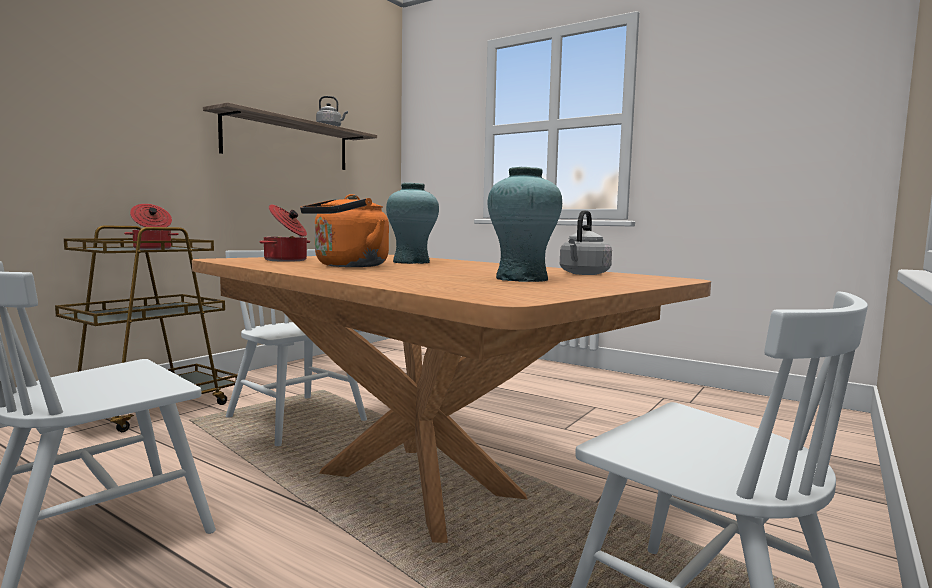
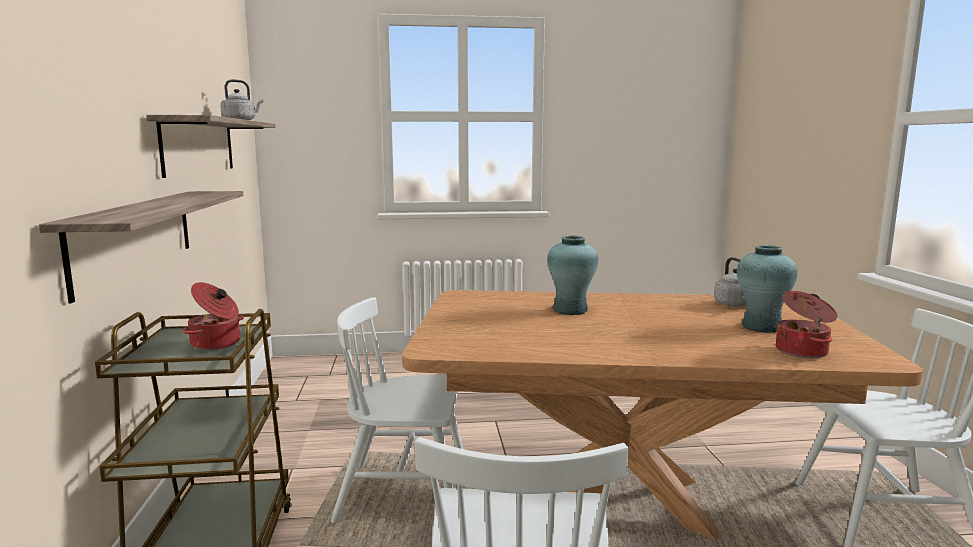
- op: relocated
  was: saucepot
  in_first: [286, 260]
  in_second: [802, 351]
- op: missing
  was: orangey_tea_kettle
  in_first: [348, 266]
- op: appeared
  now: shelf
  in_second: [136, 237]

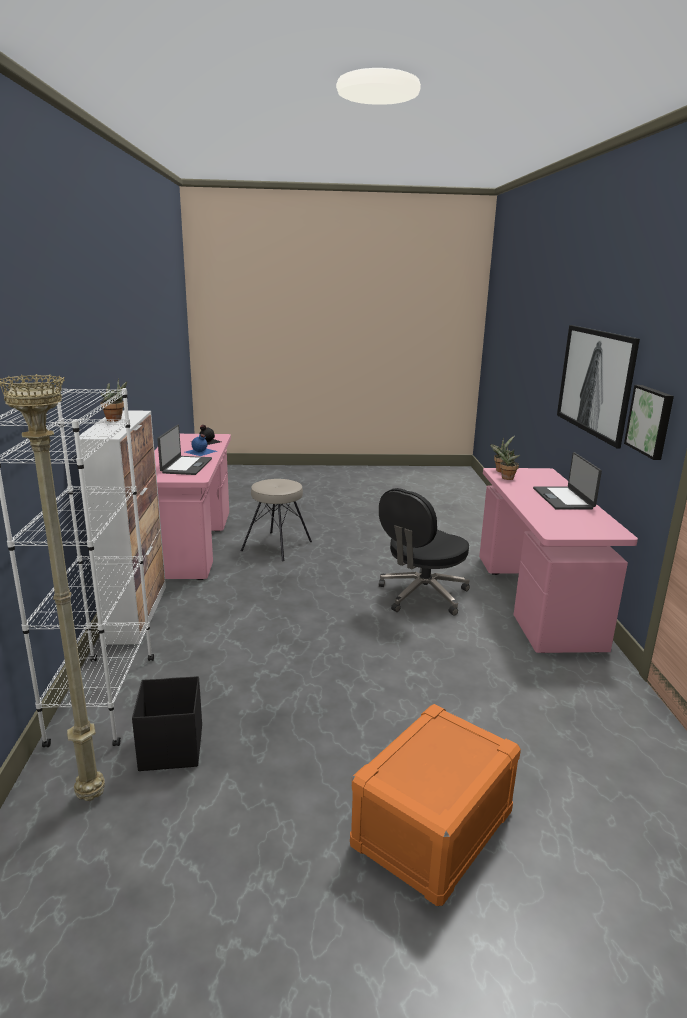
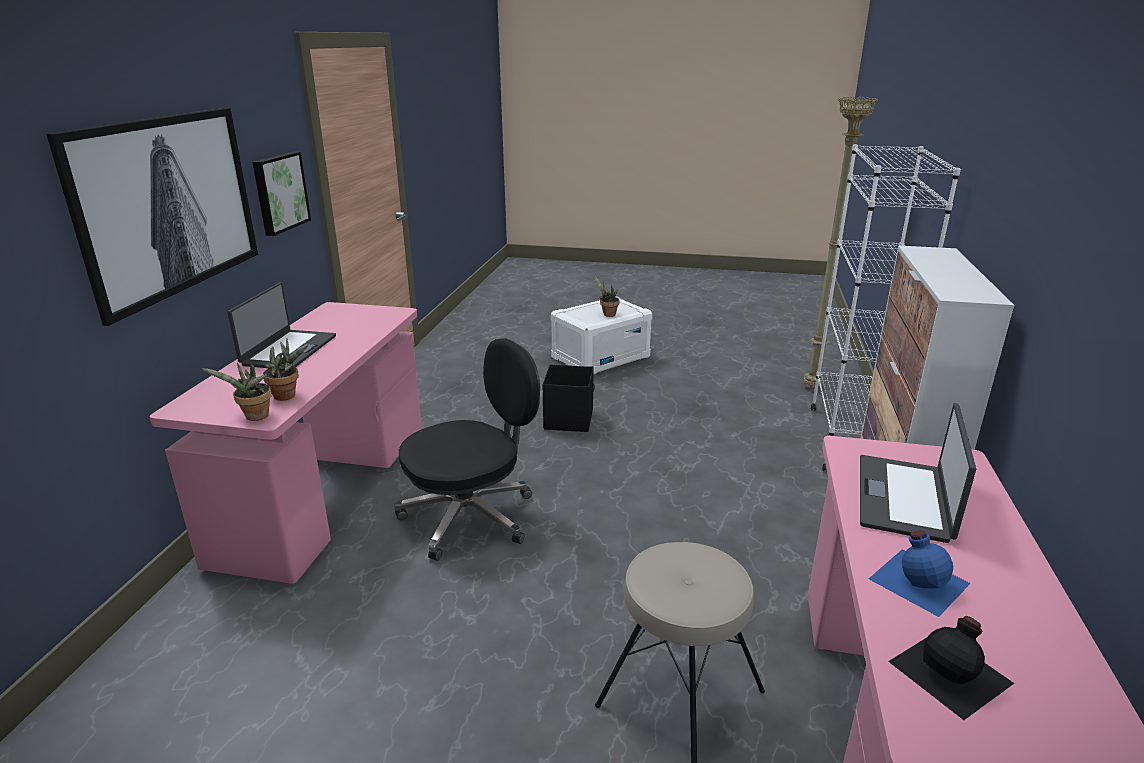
- op: relocated
  was: houseplant
  in_first: [116, 420]
  in_second: [607, 314]
- op: relocated
  was: black-coloured_storage_container
  in_first: [171, 749]
  in_second: [569, 419]
- op: colour
  was: orangey_storage_container
  now: whitish_storage_container
  in_first: [433, 830]
  in_second: [600, 357]

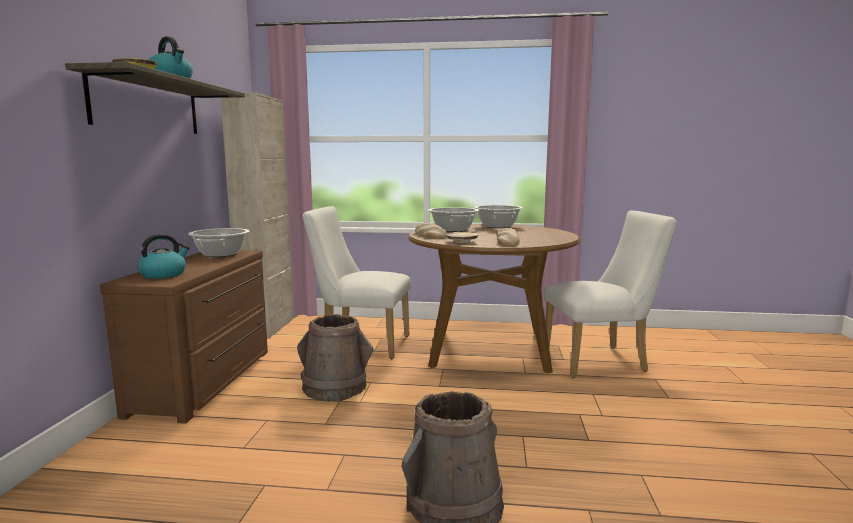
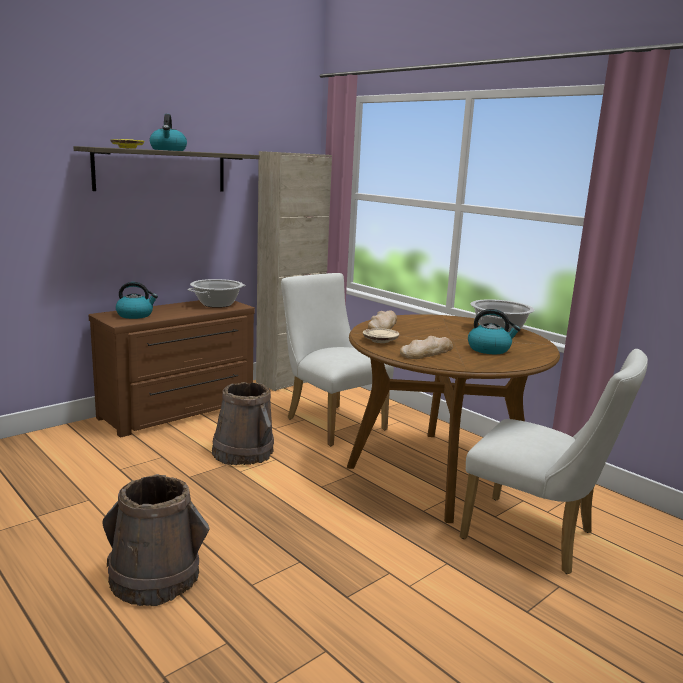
- op: missing
  was: saucepot
  in_first: [453, 230]
- op: appeared
  now: tea_kettle
  in_second: [489, 349]

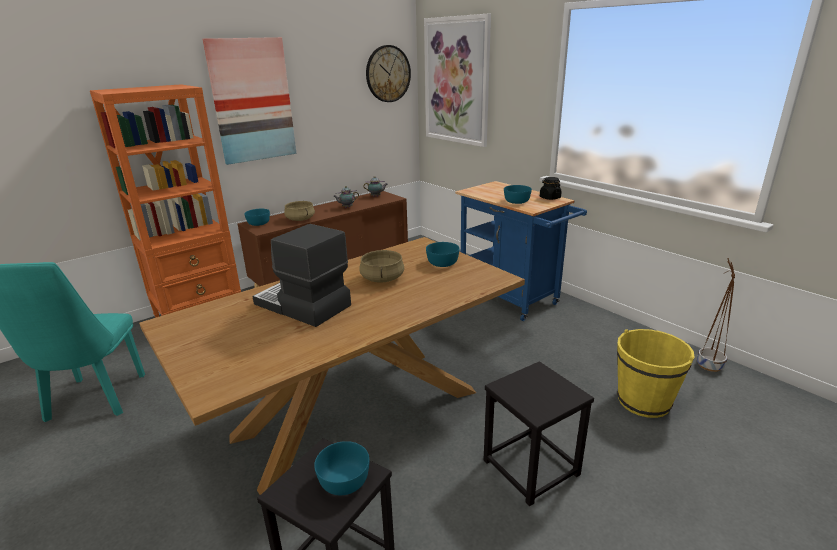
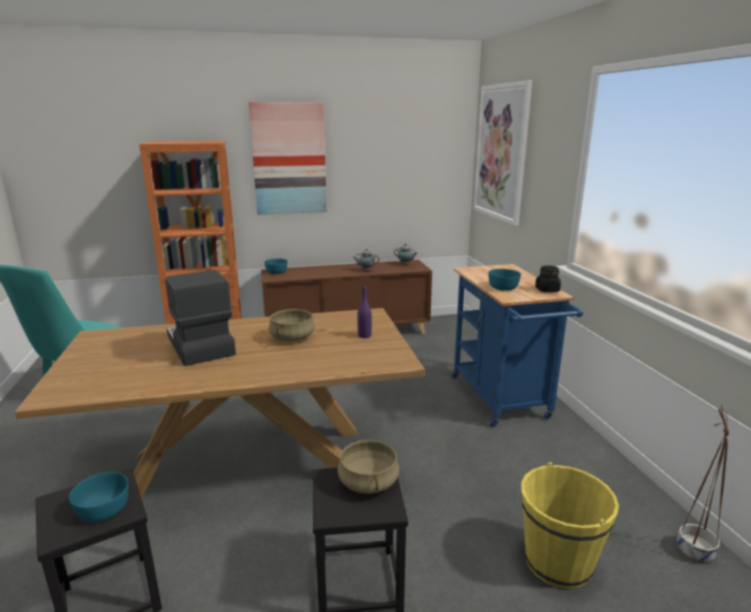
- op: relocated
  was: beige_saucepot
  in_first: [300, 219]
  in_second: [367, 482]
- op: missing
  was: hanging_clock
  in_first: [388, 74]
- op: exchanged
  was: turquoise-coloured_bowl
  now: purple-coloured_bottle
  in_first: [442, 263]
  in_second: [364, 336]

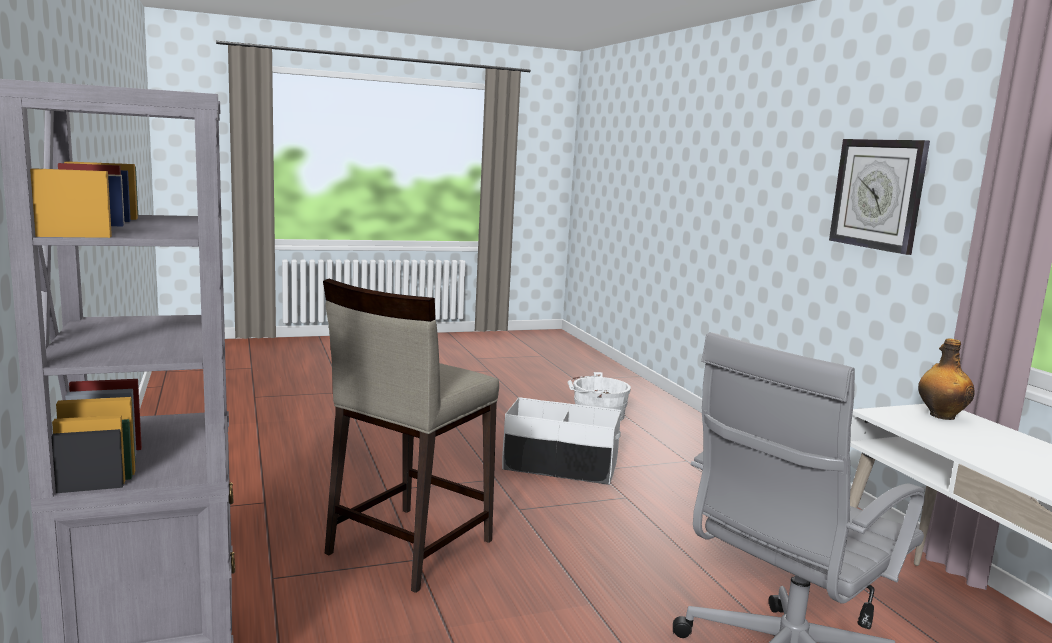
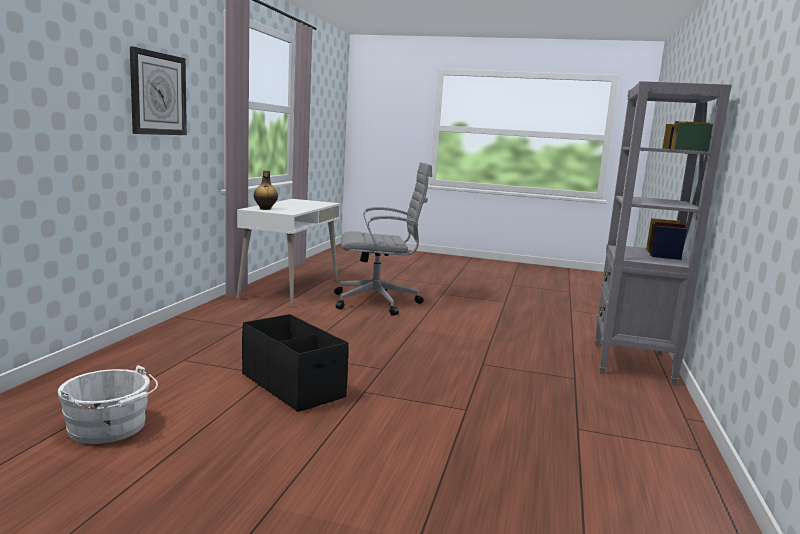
- op: missing
  was: beige_sitting_stool
  in_first: [408, 547]
- op: colour
  was: whitish_storage_container
  now: black-coloured_storage_container
  in_first: [560, 467]
  in_second: [293, 385]

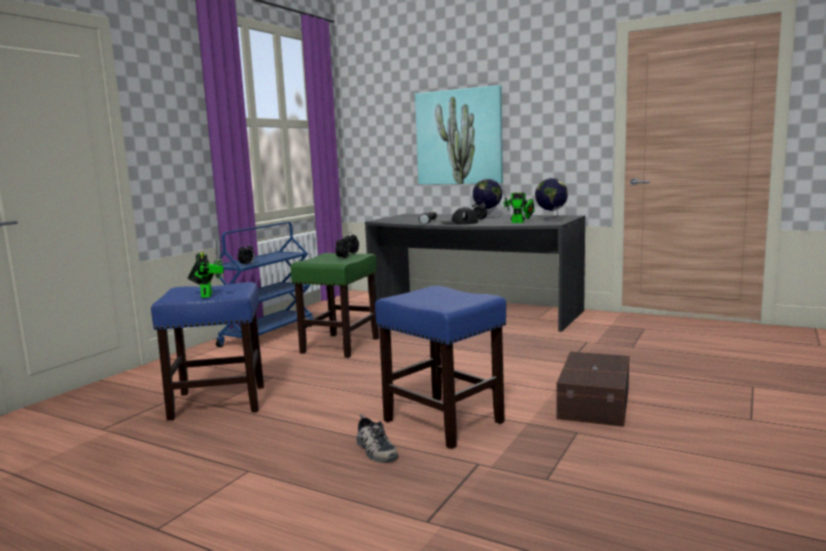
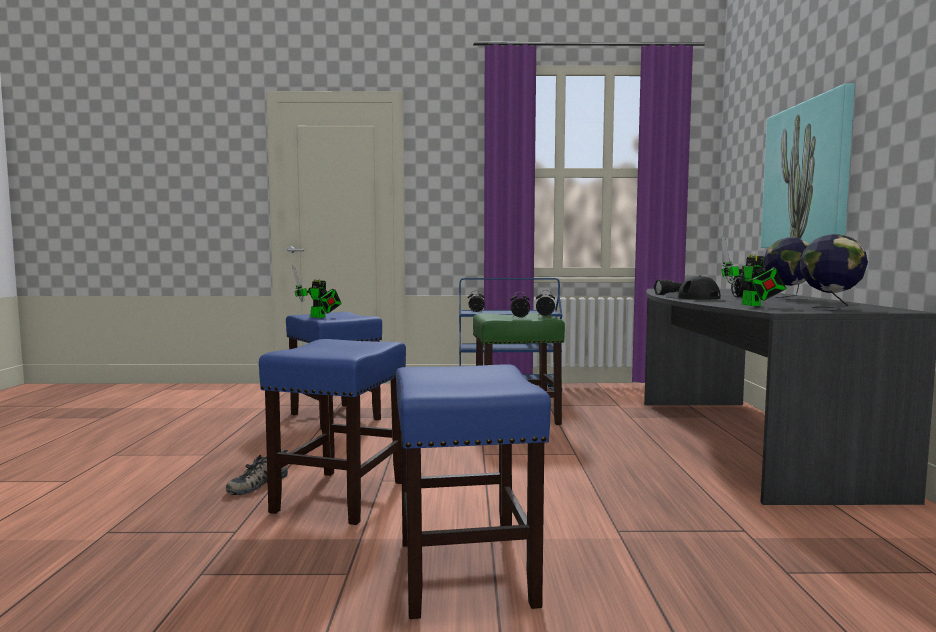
- op: spun
  was: toy_robot
  in_first: [207, 295]
  in_second: [319, 317]
  clockwise: 75
- op: exchanged
  was: brown_storage_container
  now: blue-coloured_sitting_stool
  in_first: [596, 403]
  in_second: [466, 573]

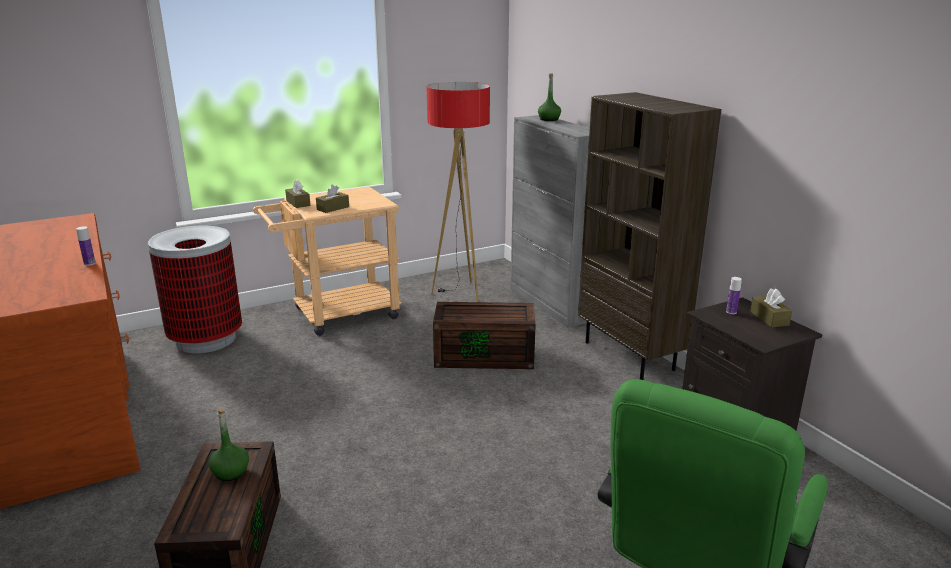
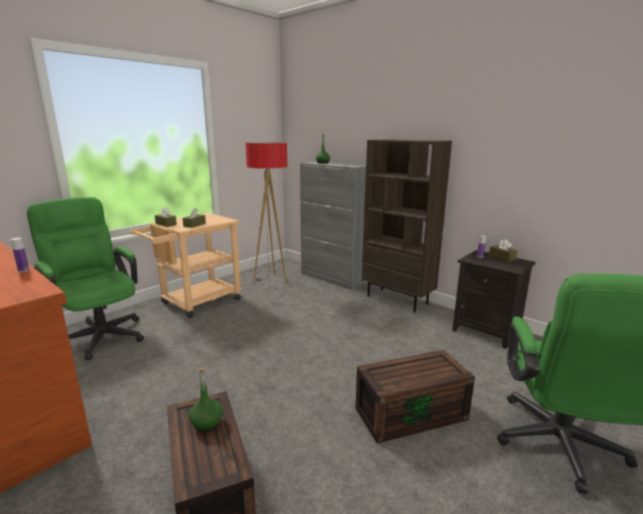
- op: exchanged
  was: waste_bin
  now: green_computer_chair
  in_first: [206, 339]
  in_second: [100, 333]
- op: relocated
  was: brown_storage_container
  in_first: [485, 355]
  in_second: [411, 412]

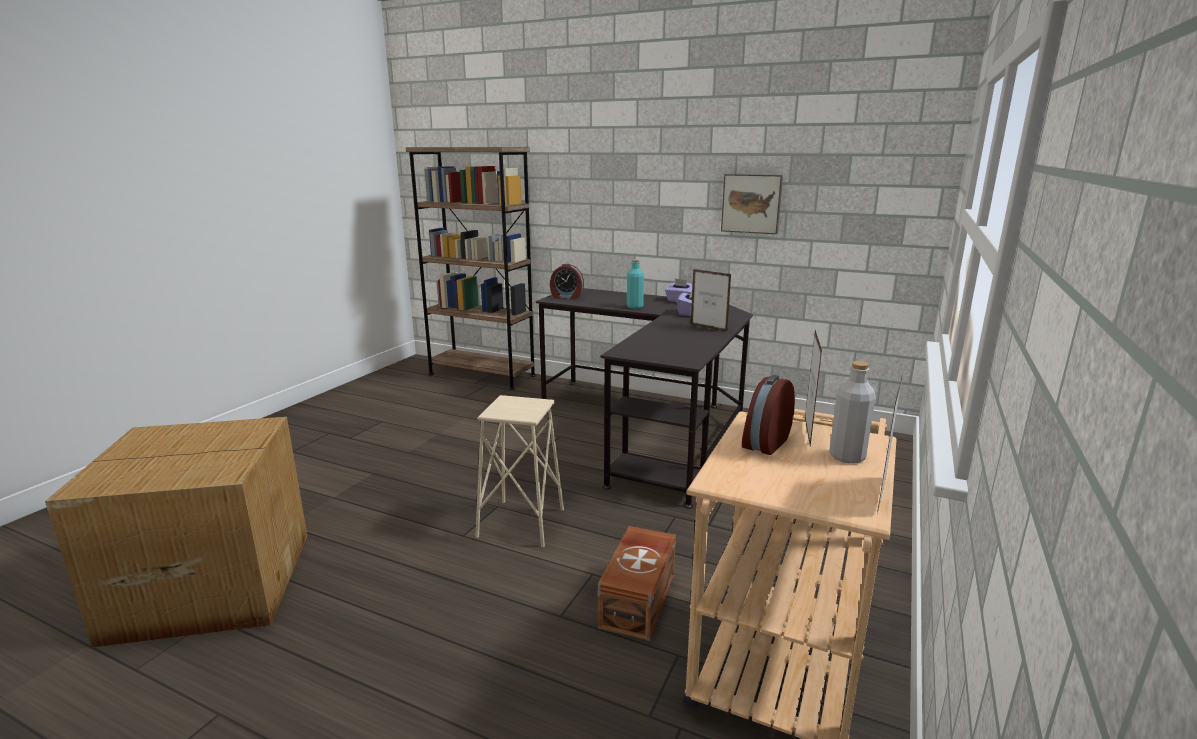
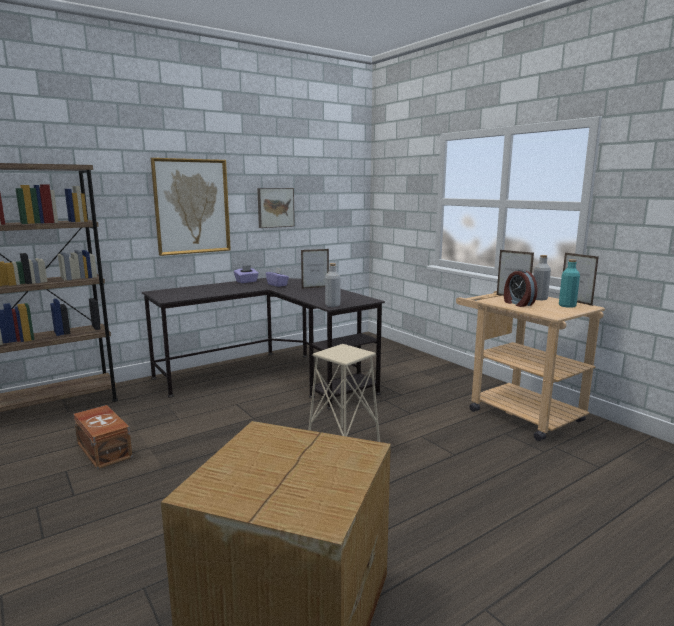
- op: missing
  was: bedside_clock
  in_first: [566, 297]
- op: relocated
  was: brown_storage_container
  in_first: [639, 600]
  in_second: [104, 449]
- op: relocated
  was: turquoise-coloured_bottle
  in_first: [634, 307]
  in_second: [567, 306]
- op: appeared
  now: picture
  in_second: [192, 206]
- op: appeared
  now: greyish_bottle
  in_second: [332, 305]

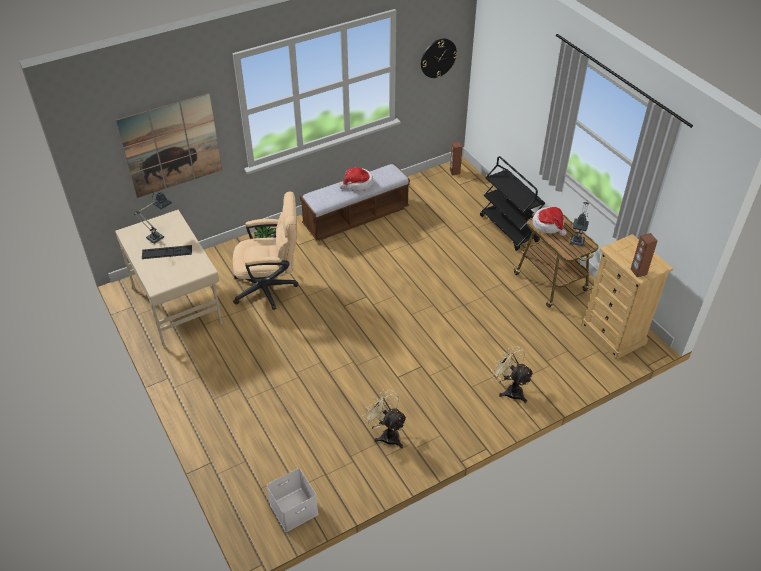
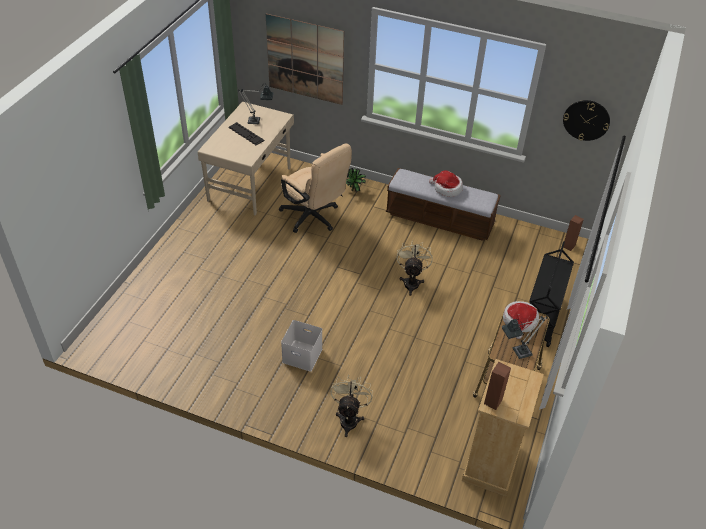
- op: relocated
  was: whitish_storage_container
  in_first: [293, 510]
  in_second: [301, 356]
- op: relocated
  was: beige_fan
  in_first: [386, 434]
  in_second: [411, 282]

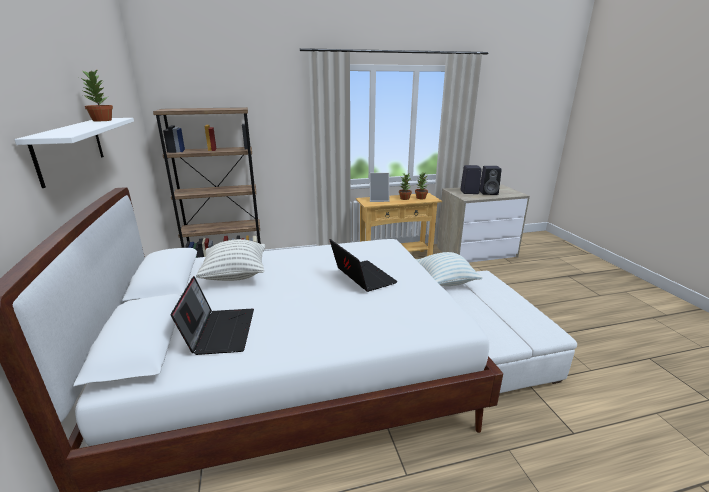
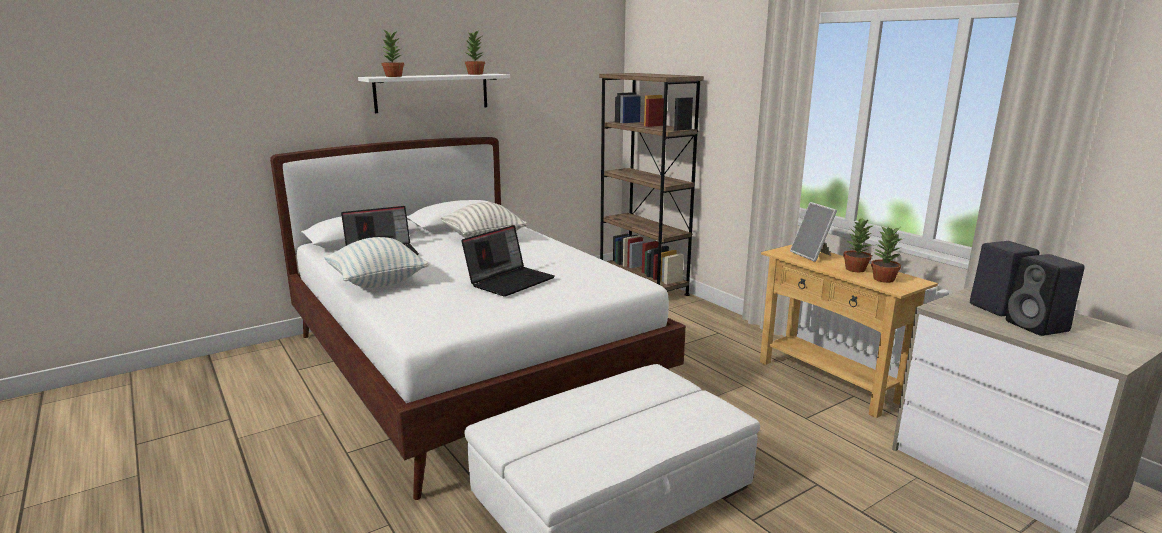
- op: relocated
  was: pillow
  in_first: [445, 281]
  in_second: [377, 282]
- op: appeared
  now: houseplant
  in_second: [393, 76]

